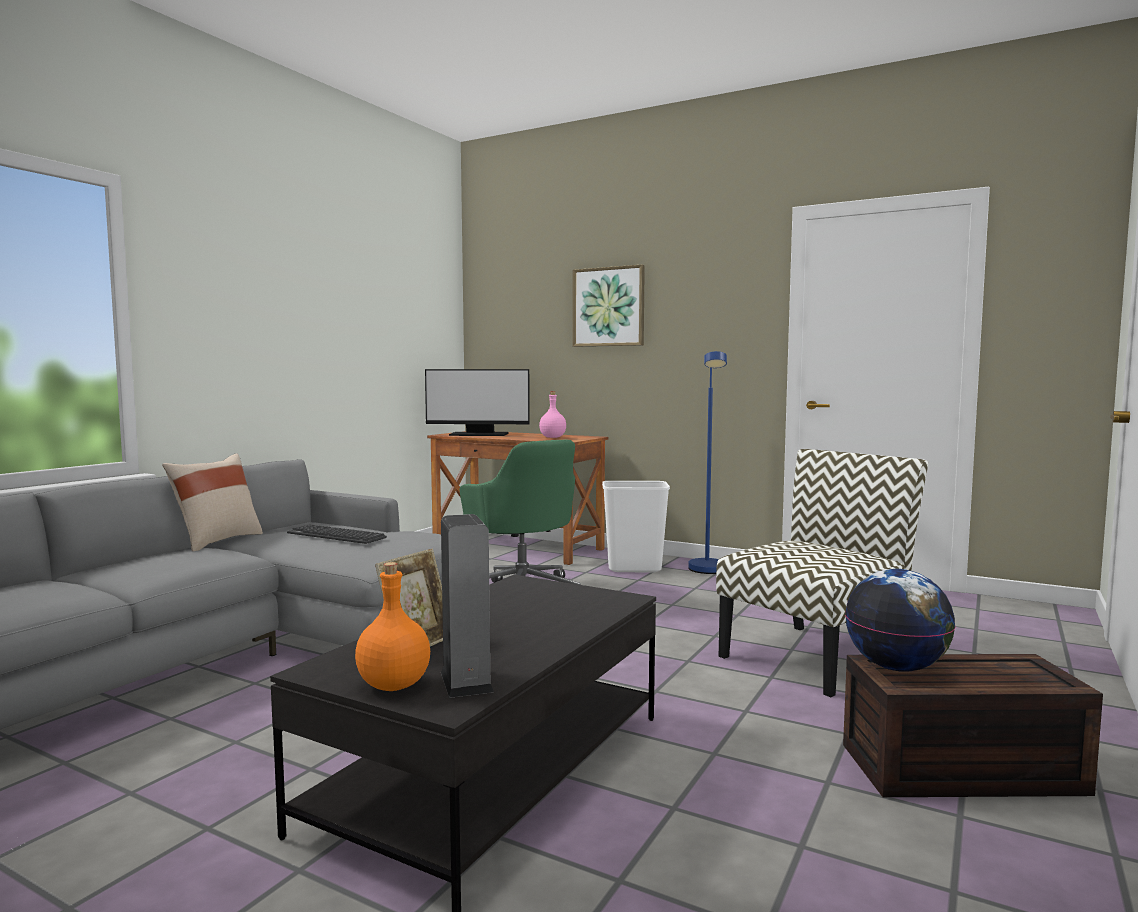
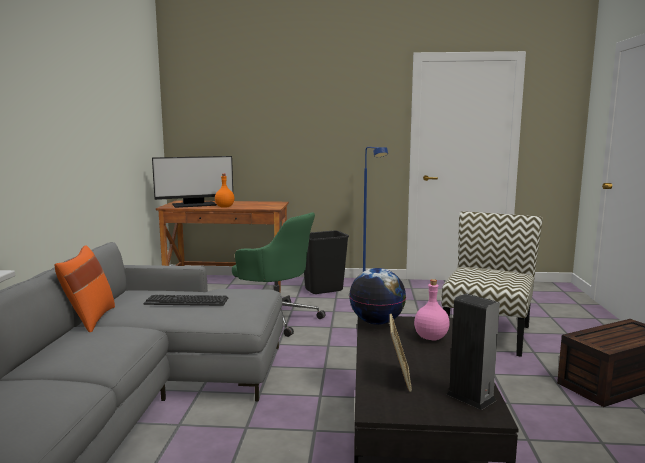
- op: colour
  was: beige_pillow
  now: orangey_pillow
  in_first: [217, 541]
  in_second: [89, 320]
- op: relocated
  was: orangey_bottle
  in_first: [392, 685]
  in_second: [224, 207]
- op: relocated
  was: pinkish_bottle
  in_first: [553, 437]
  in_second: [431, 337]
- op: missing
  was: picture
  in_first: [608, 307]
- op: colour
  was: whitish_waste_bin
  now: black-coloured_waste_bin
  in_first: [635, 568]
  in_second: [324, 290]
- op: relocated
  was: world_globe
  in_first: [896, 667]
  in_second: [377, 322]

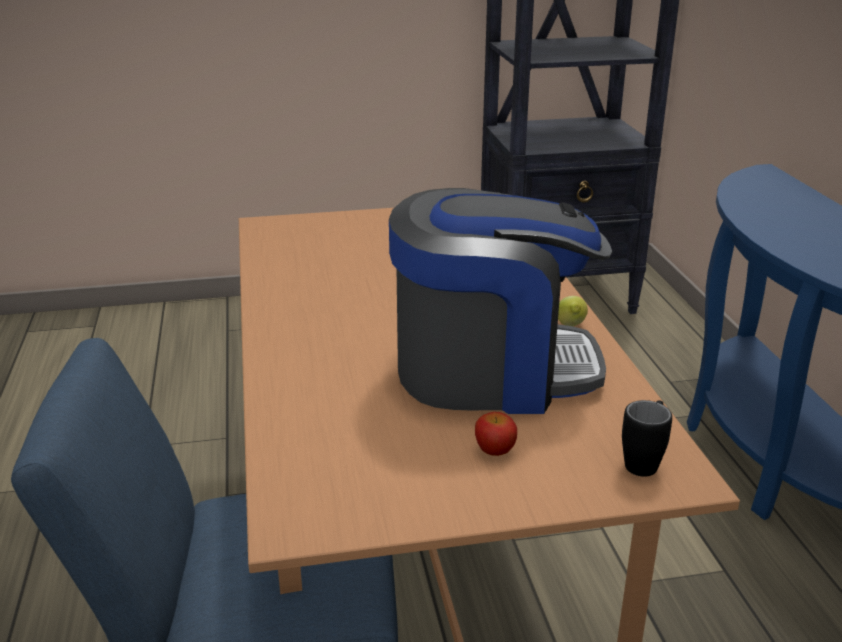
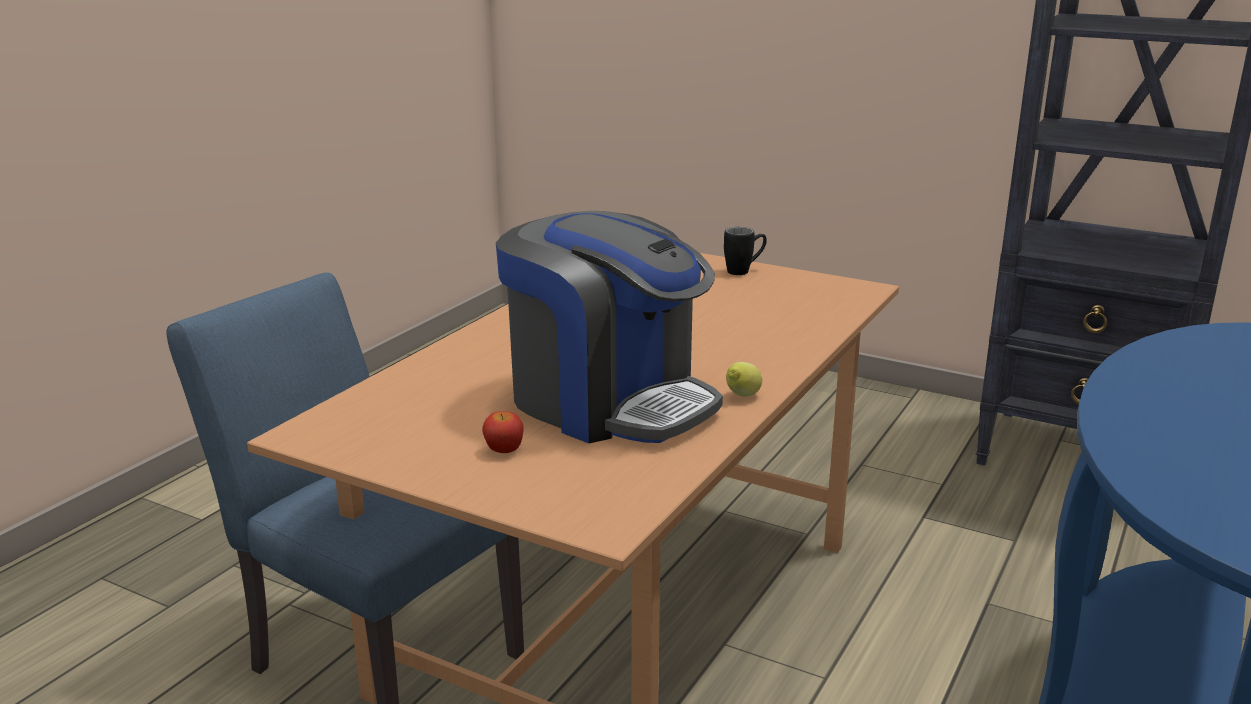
- op: relocated
  was: black-coloured_mug
  in_first: [644, 461]
  in_second: [744, 271]

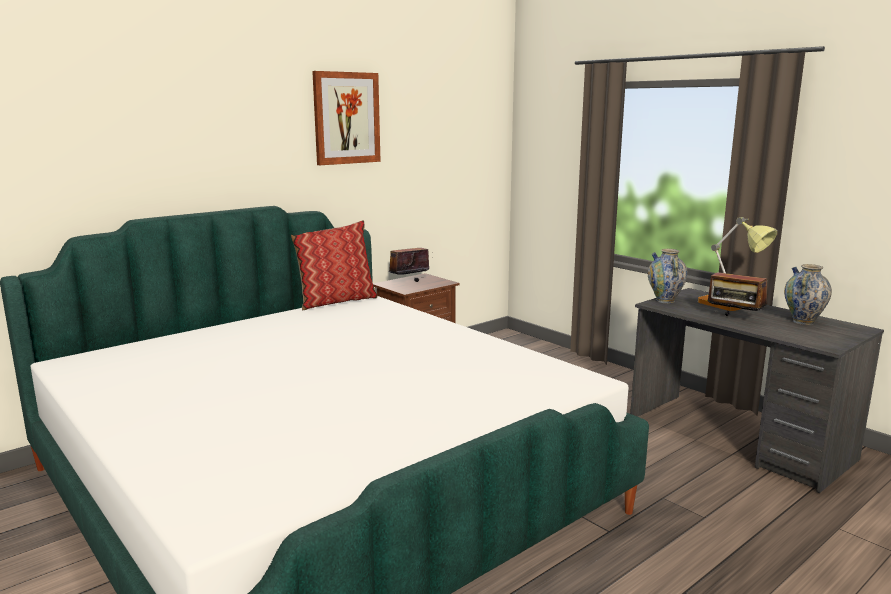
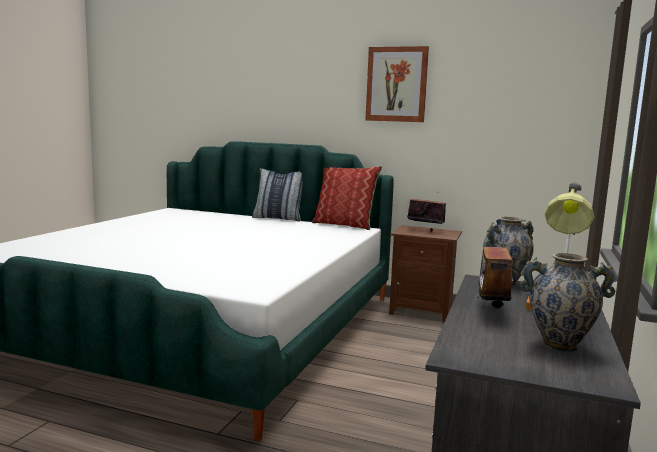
- op: appeared
  now: pillow
  in_second: [278, 218]

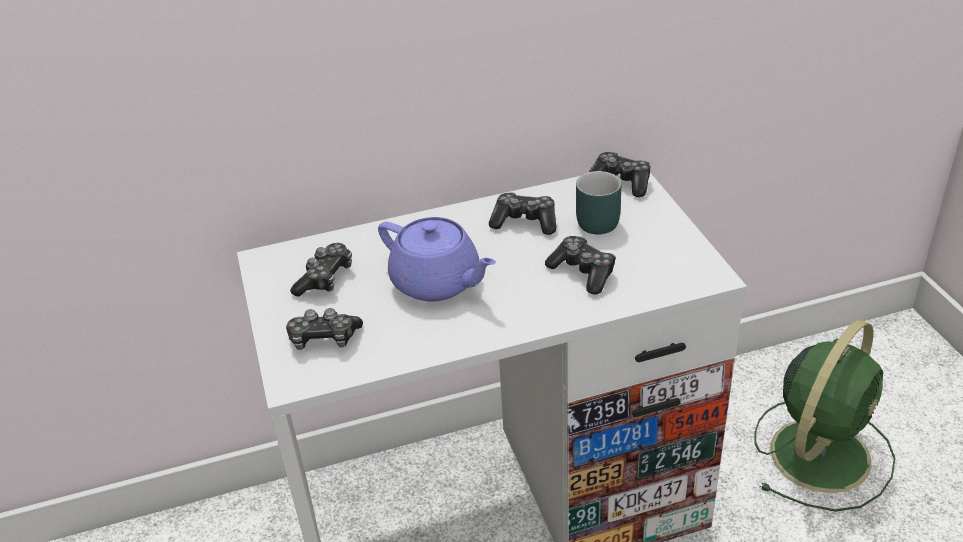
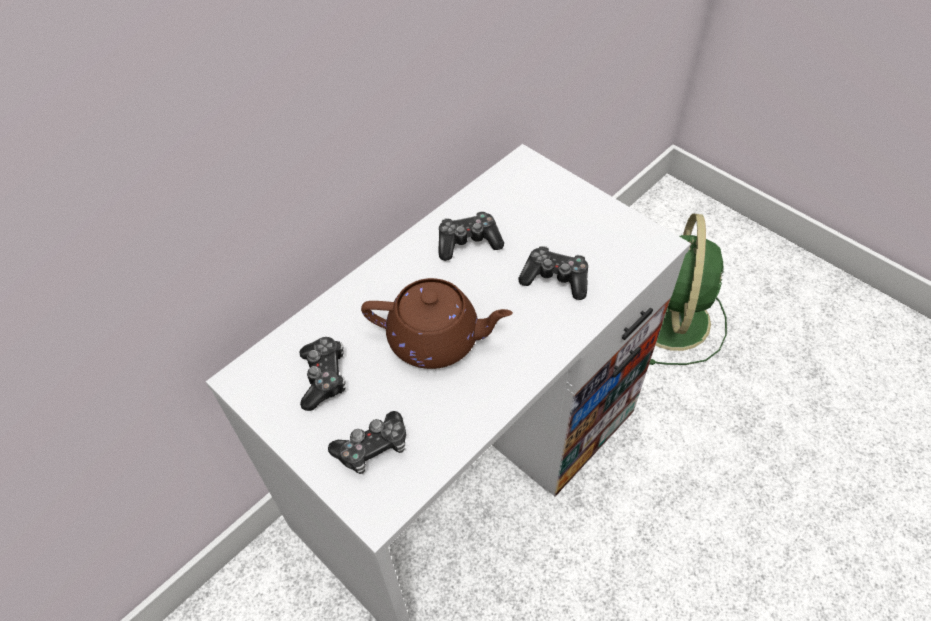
- op: colour
  was: purple-coloured_teapot
  now: brown_teapot
  in_first: [437, 282]
  in_second: [436, 339]
- op: missing
  was: turquoise-coloured_mug
  in_first: [591, 221]
- op: missing
  was: game_controller
  in_first: [621, 182]

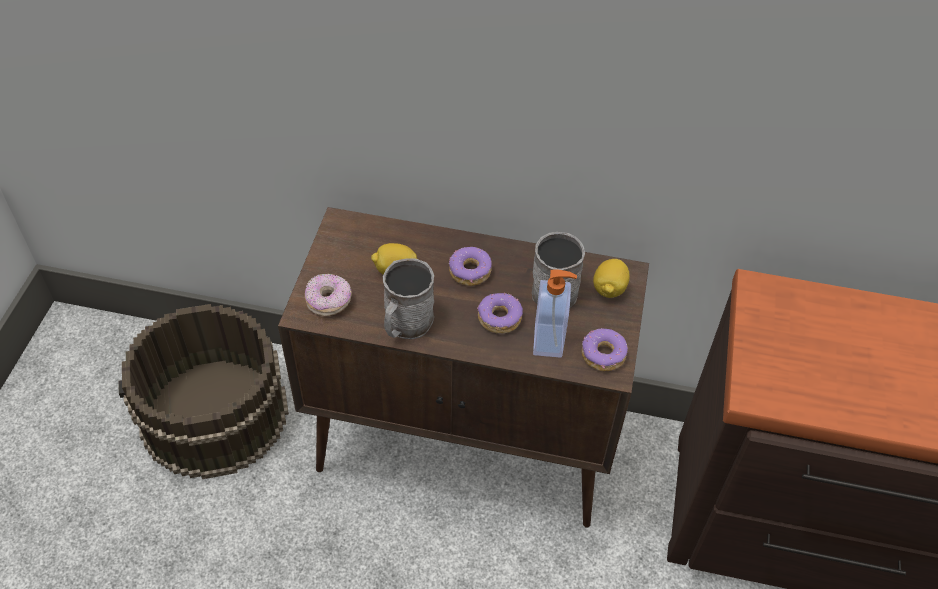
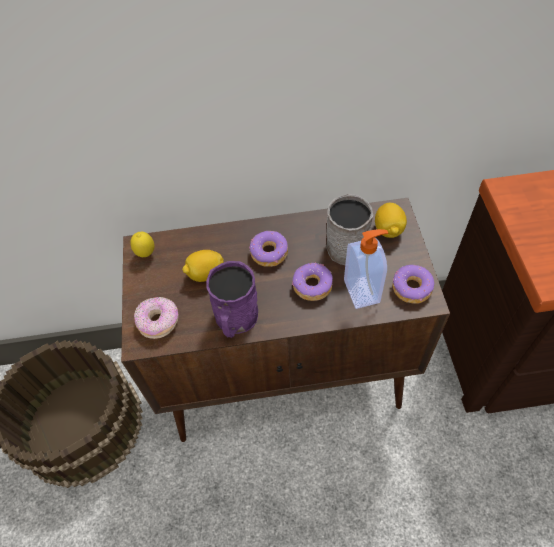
- op: colour
  was: greyish_mug
  now: purple-coloured_mug
  in_first: [405, 325]
  in_second: [235, 320]
- op: appeared
  now: citrus_fruit
  in_second: [146, 254]

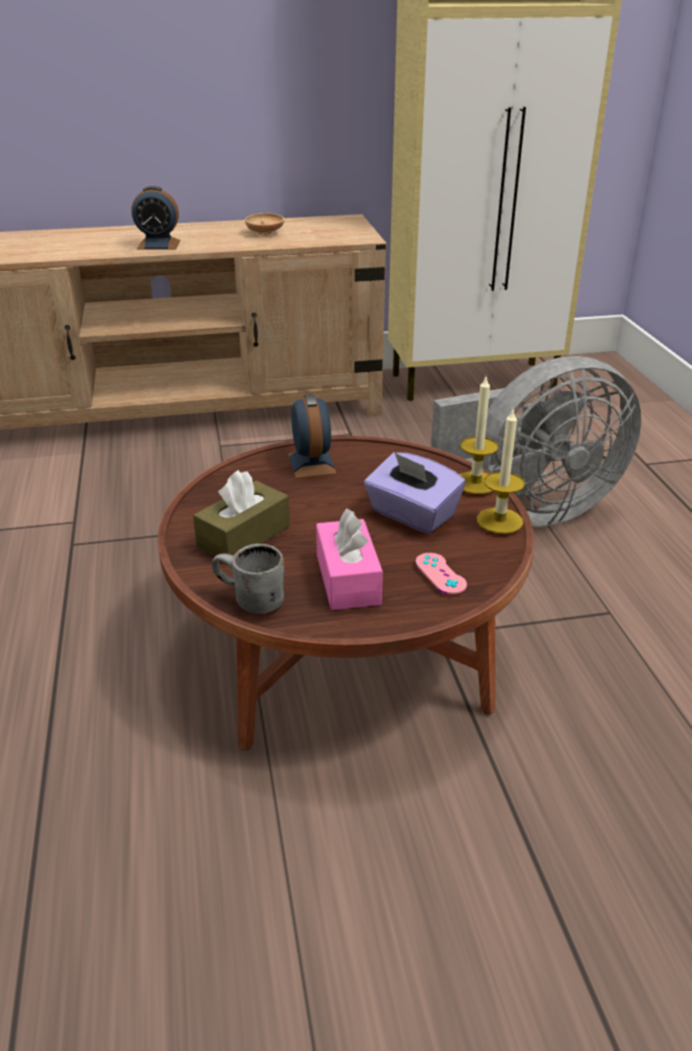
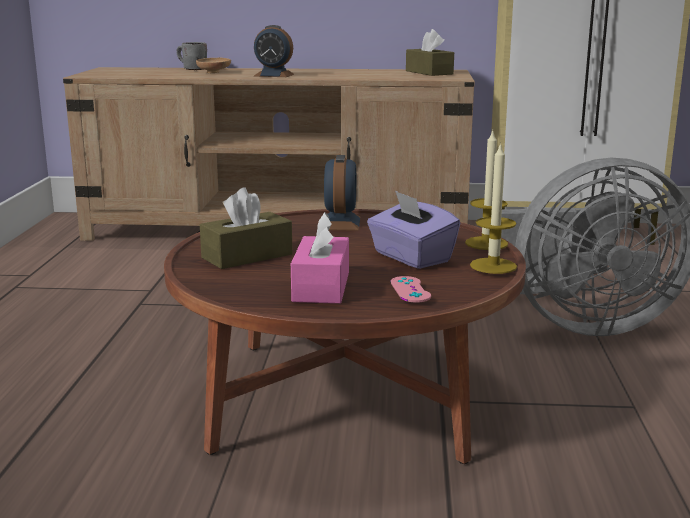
- op: relocated
  was: greyish_mug
  in_first: [248, 600]
  in_second: [190, 69]
- op: relocated
  was: brown_bowl
  in_first: [265, 233]
  in_second: [214, 72]
- op: appeared
  now: brown_tissue_box
  in_second: [429, 72]

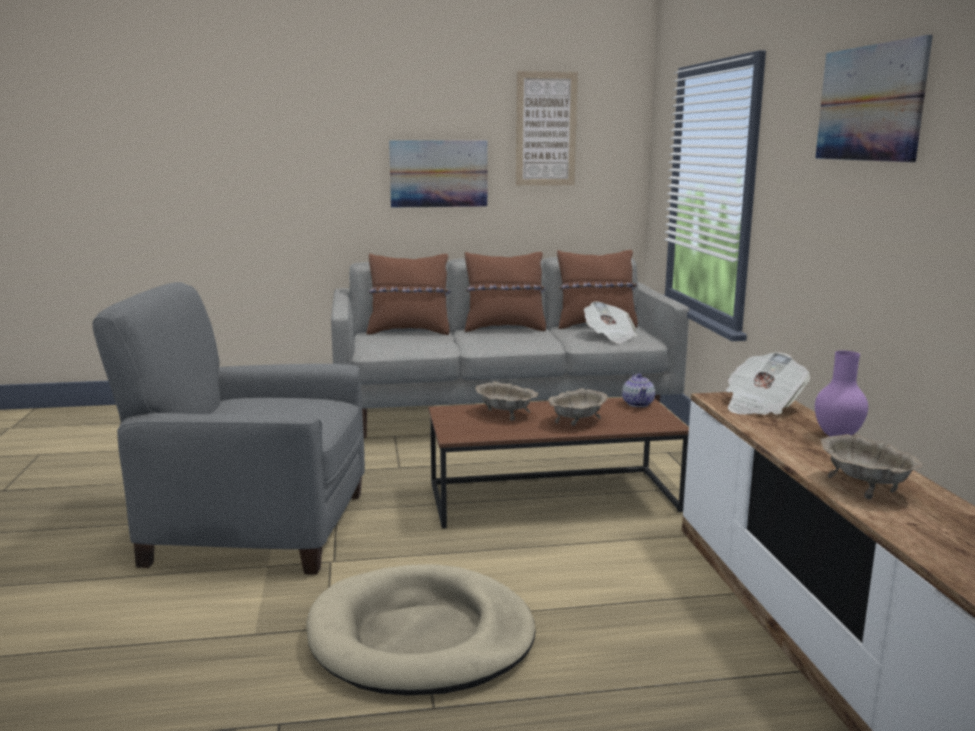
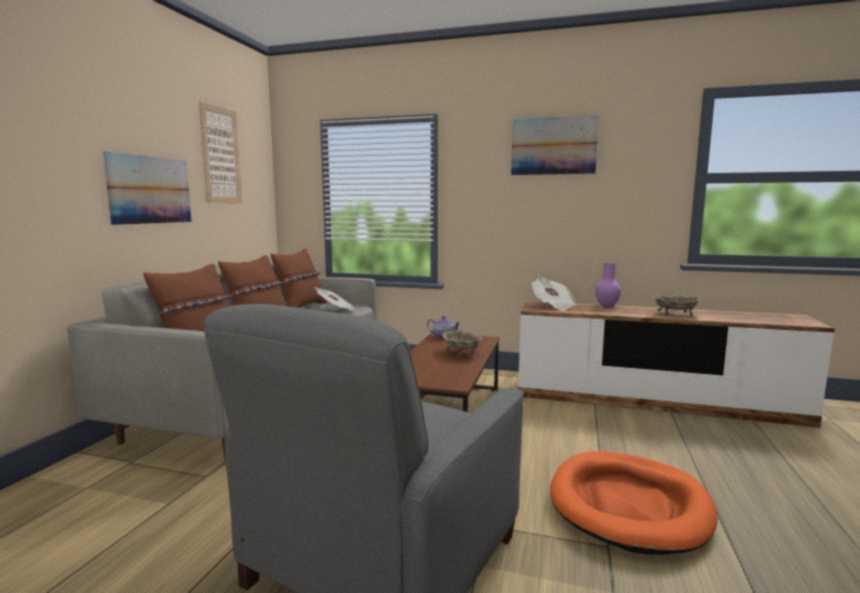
- op: colour
  was: beige_dog_bed
  now: orangey_dog_bed
  in_first: [421, 637]
  in_second: [629, 505]
- op: missing
  was: beige_bowl
  in_first: [505, 414]

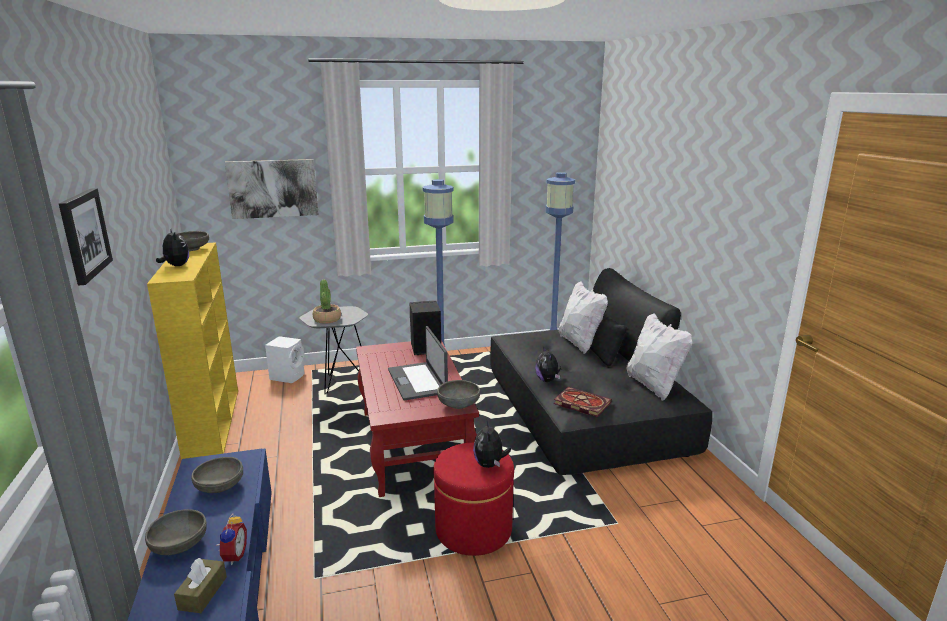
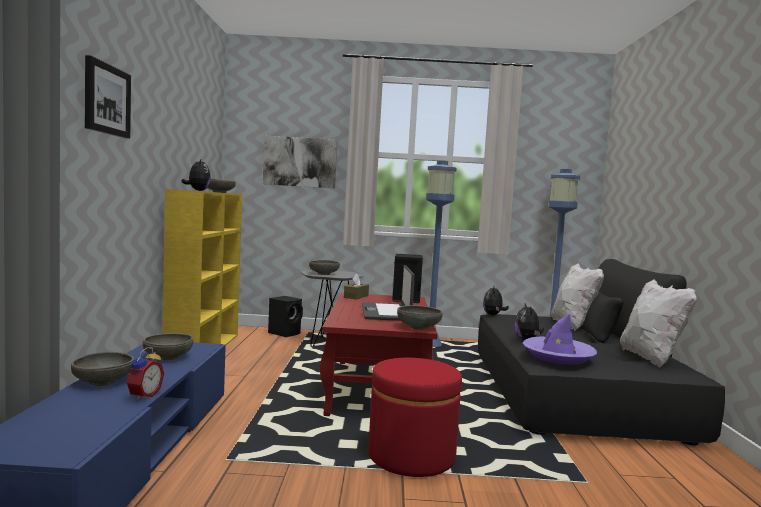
- op: relocated
  was: brown_tissue_box
  in_first: [202, 593]
  in_second: [356, 296]
- op: colour
  was: whitish_speaker
  now: black-coloured_speaker
  in_first: [288, 376]
  in_second: [285, 333]
- op: exchanged
  was: houseplant
  now: greyish_bowl
  in_first: [327, 319]
  in_second: [324, 274]
- op: relocated
  was: soft_toy
  in_first: [490, 464]
  in_second: [493, 315]
- op: exchanged
  was: volume
  now: purple-coloured_wearable_hat
  in_first: [580, 403]
  in_second: [558, 356]

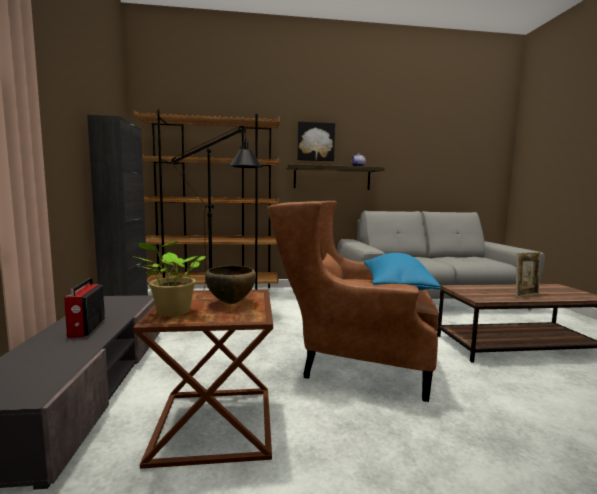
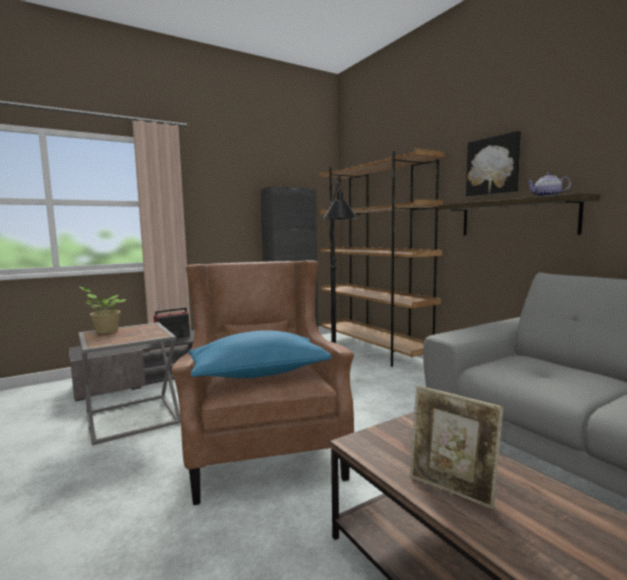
- op: colour
  was: brown_accent_table
  now: greyish_accent_table
  in_first: [212, 423]
  in_second: [134, 417]
- op: missing
  was: brown_bowl
  in_first: [231, 303]

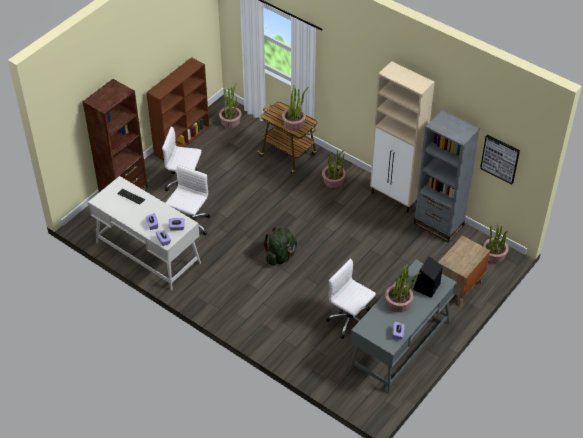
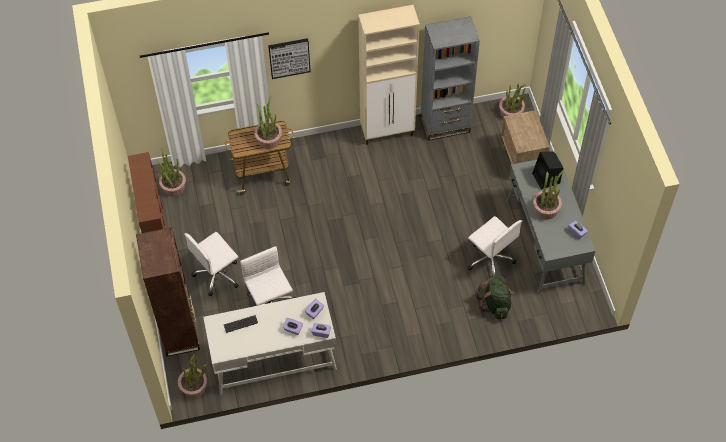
- op: relocated
  was: green_knapsack
  in_first: [281, 256]
  in_second: [495, 304]
- op: relocated
  was: houseplant
  in_first: [333, 181]
  in_second: [194, 386]
- op: spun
  was: whitish_computer_chair
  in_first: [350, 321]
  in_second: [490, 259]
  clockwise: -120
- op: relocated
  was: picture
  in_first: [500, 158]
  in_second: [289, 57]

